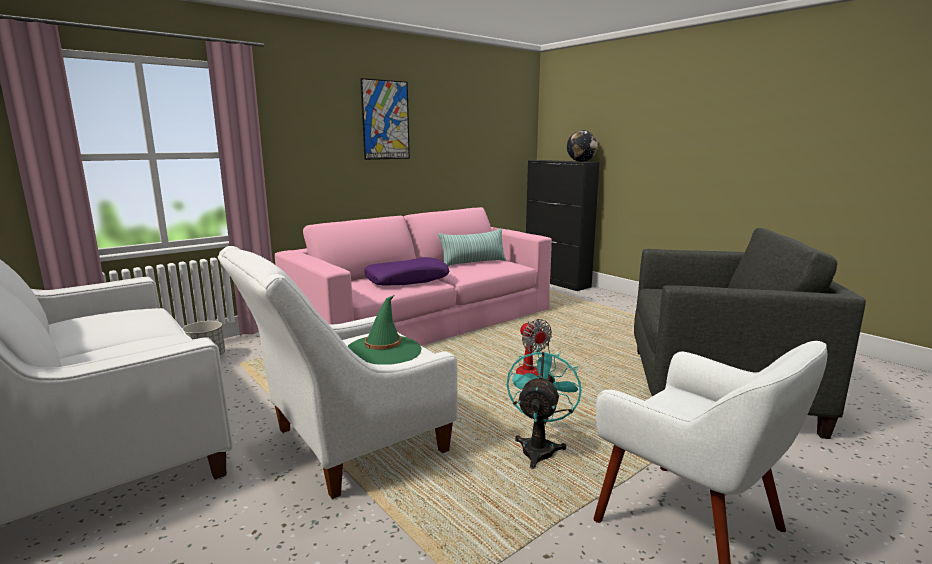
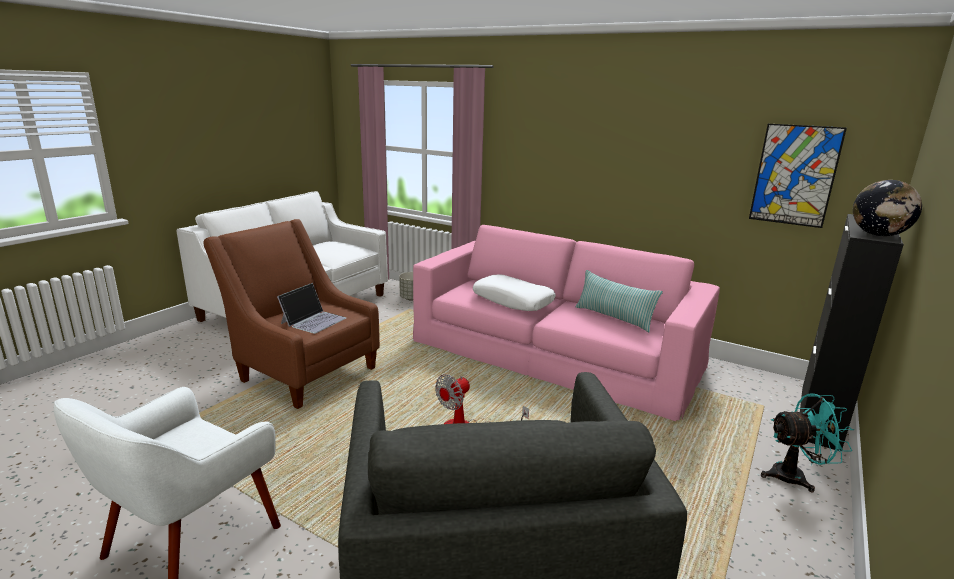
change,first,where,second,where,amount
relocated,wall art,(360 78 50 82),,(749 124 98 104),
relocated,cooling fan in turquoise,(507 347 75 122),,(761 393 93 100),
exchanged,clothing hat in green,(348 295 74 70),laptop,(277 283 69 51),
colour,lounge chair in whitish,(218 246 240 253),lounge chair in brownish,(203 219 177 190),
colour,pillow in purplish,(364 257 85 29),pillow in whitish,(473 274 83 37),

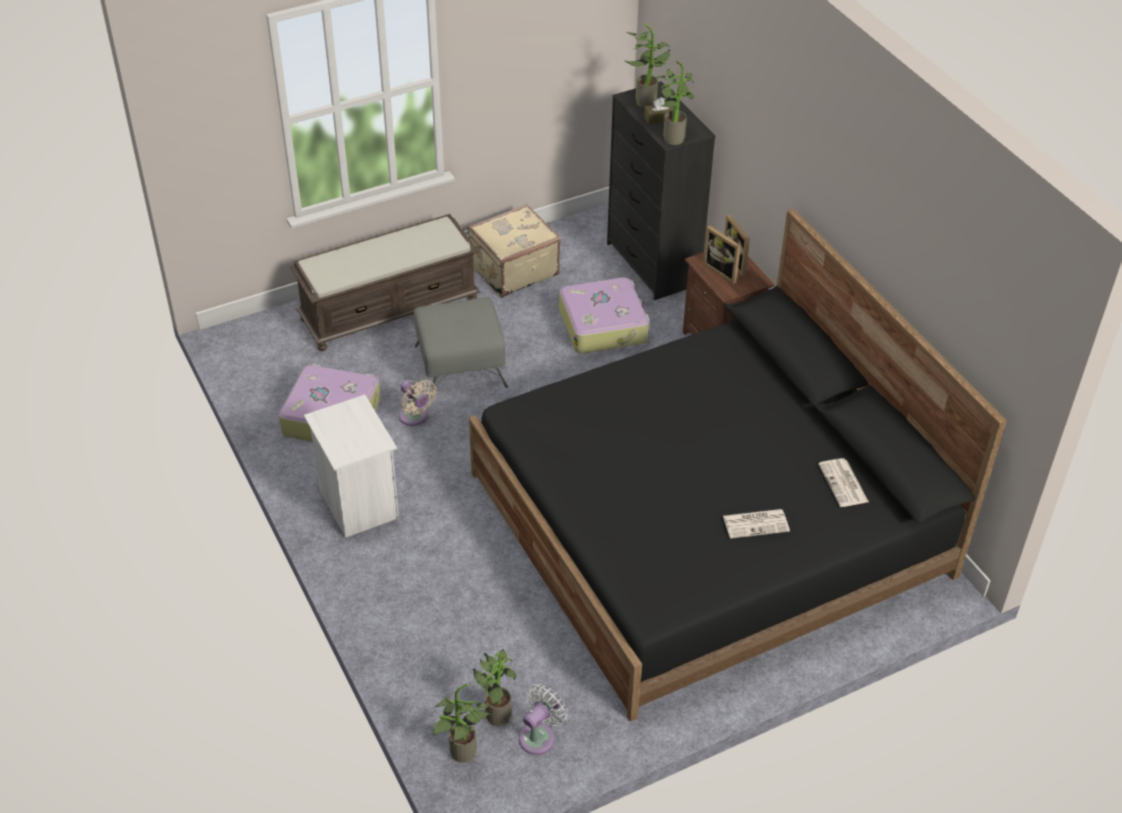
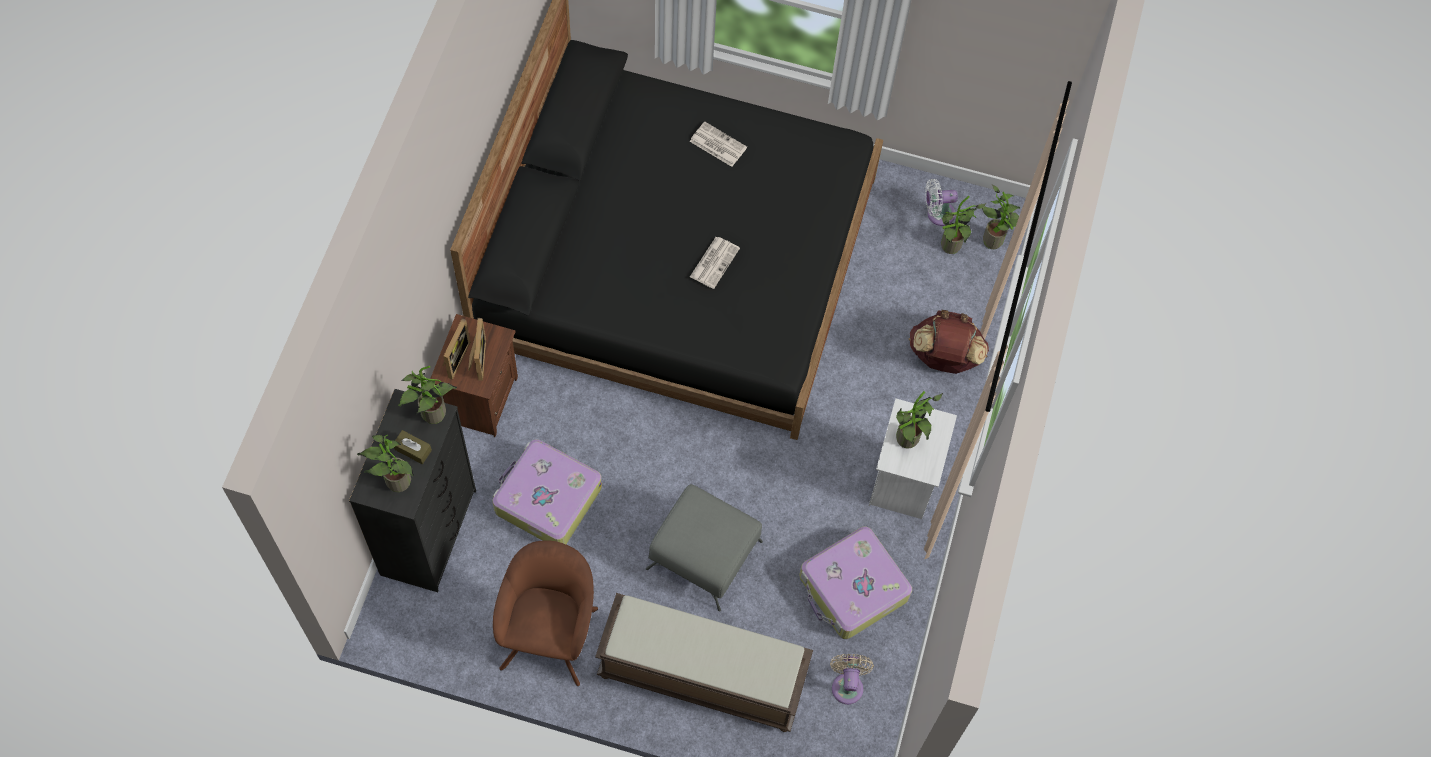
change,first,where,second,where,amount
appeared,,,plant in a pot,(896 391 47 58),
appeared,,,backpack in brownish,(909 310 80 64),
relocated,cooling fan in beige-coloured,(398 380 39 46),,(830 654 44 50),
relocated,daily paper,(818 458 51 49),,(690 237 50 52),
exchanged,piece of luggage in beige-coloured,(468 204 93 93),lounge chair in brownish,(493 540 105 146),

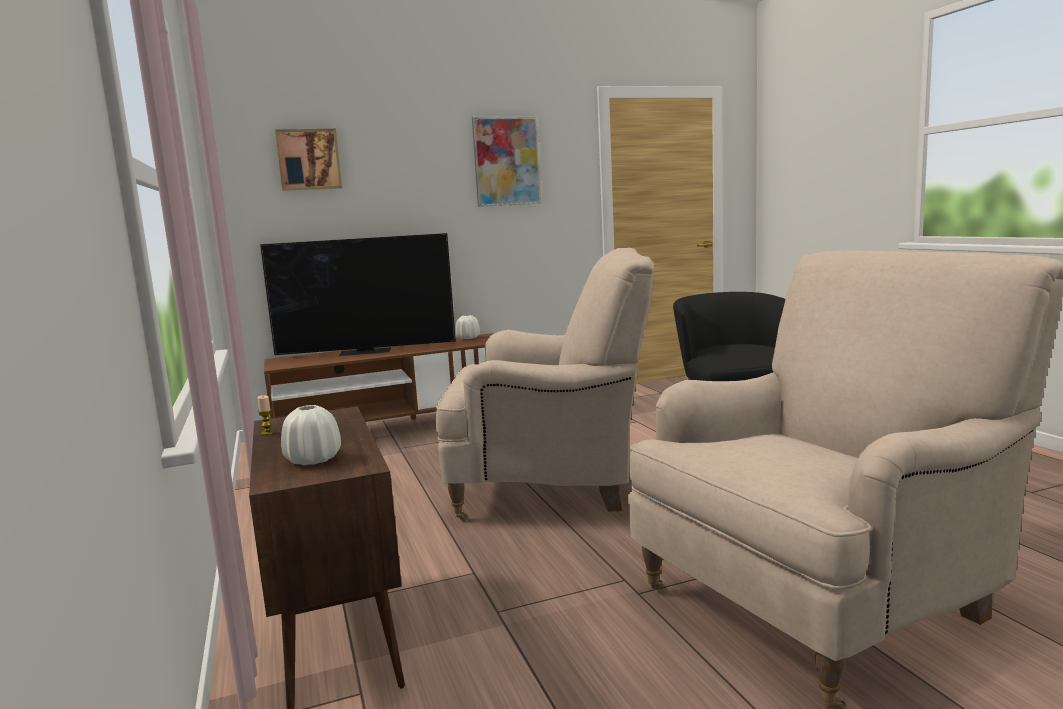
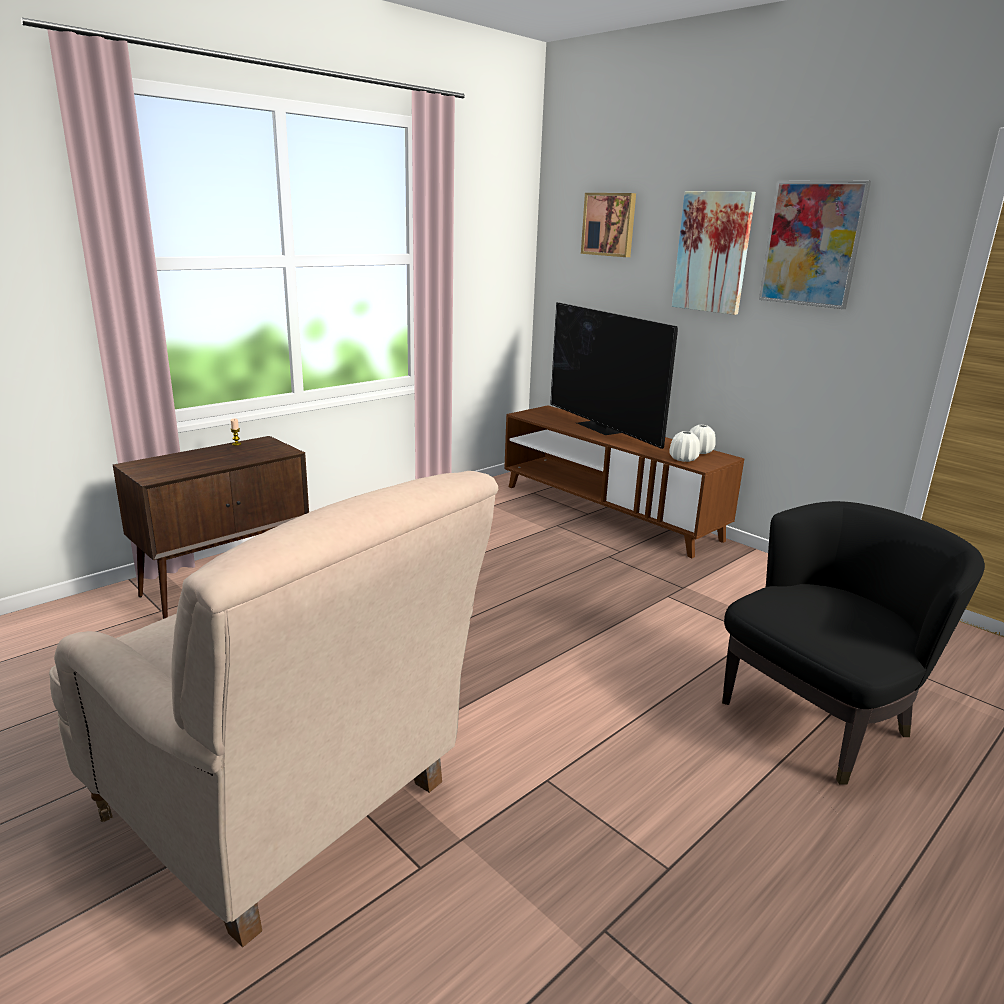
change,first,where,second,where,amount
missing,lounge chair in beige-coloured,(436 248 218 273),,,
appeared,,,wall art,(672 191 84 124),
relocated,decorative vase in whitish,(281 405 60 60),,(669 431 31 31),

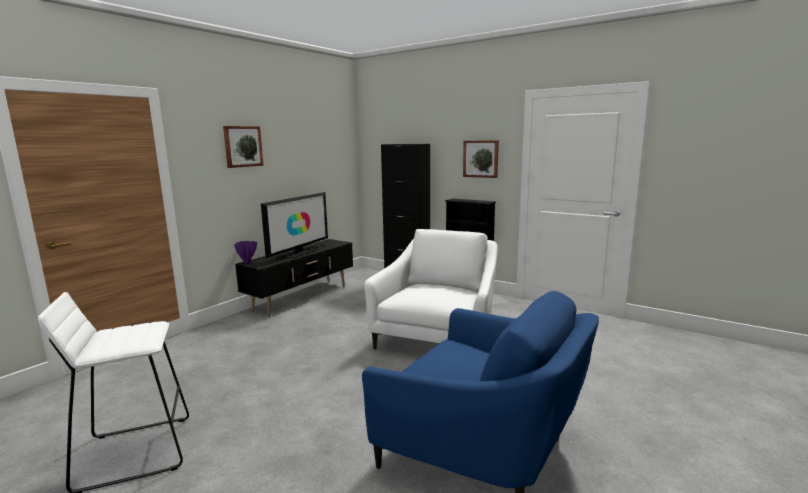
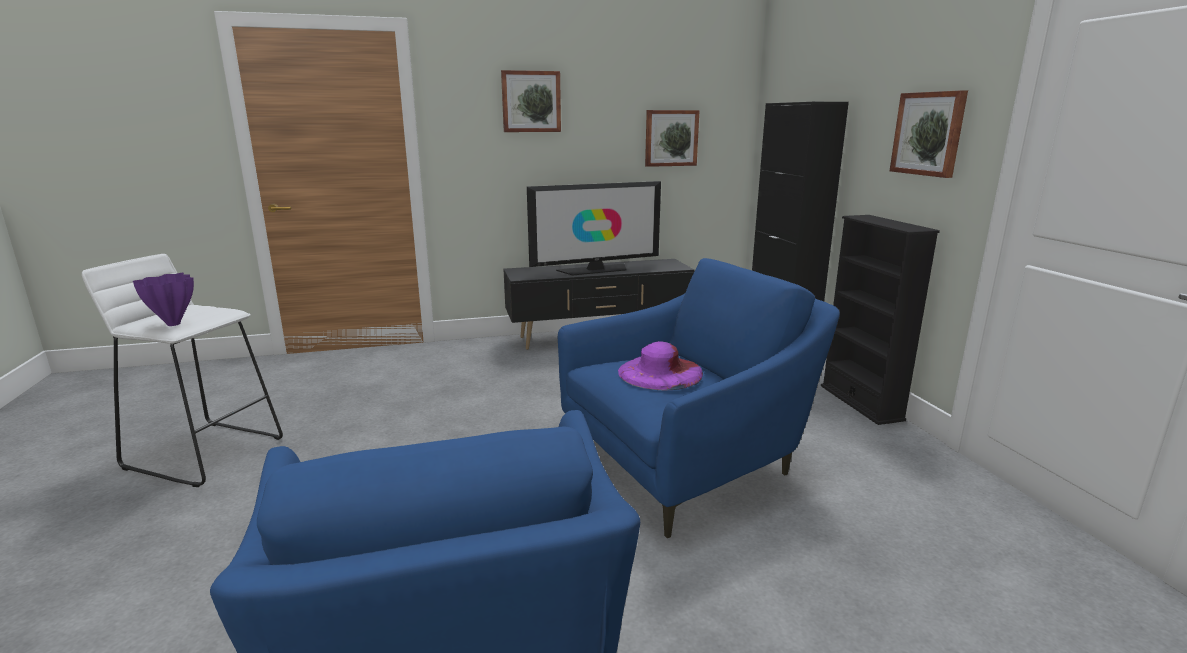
change,first,where,second,where,amount
appeared,,,clothing hat in purplish,(618 341 85 49),
appeared,,,wall art,(645 110 55 57),
relocated,decorative vase in purplish,(234 241 23 22),,(133 273 61 53),
colour,lounge chair in whitish,(364 229 134 121),lounge chair in blue-coloured,(558 258 282 280),

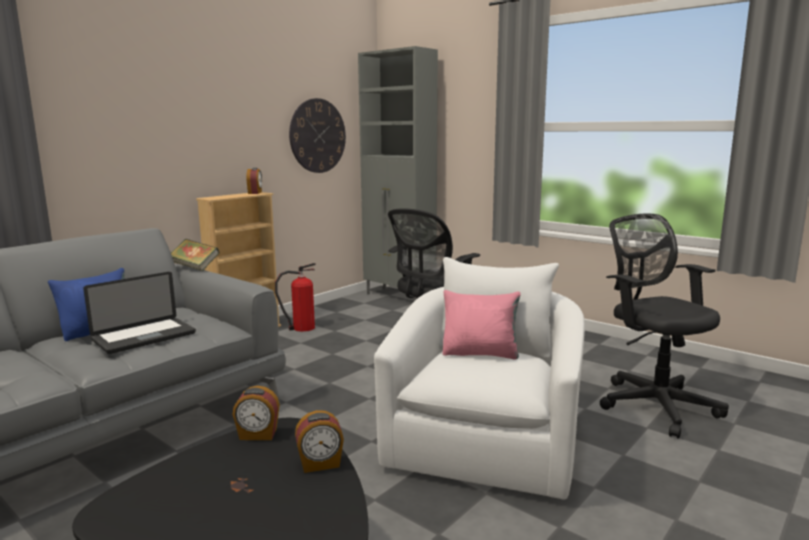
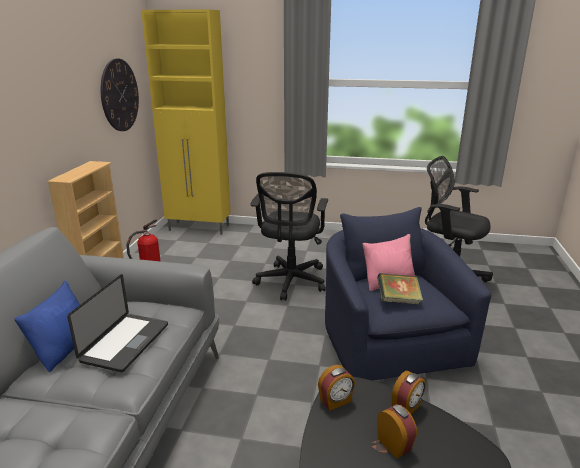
change,first,where,second,where,amount
relocated,bound book,(171 239 49 32),,(377 273 46 32),
relocated,bedside clock,(246 168 16 26),,(377 404 40 55),
colour,cabinet in gray,(358 46 80 255),cabinet in yellow,(141 9 90 226),
colour,lounge chair in whitish,(374 257 211 243),lounge chair in blue-coloured,(325 207 166 174),

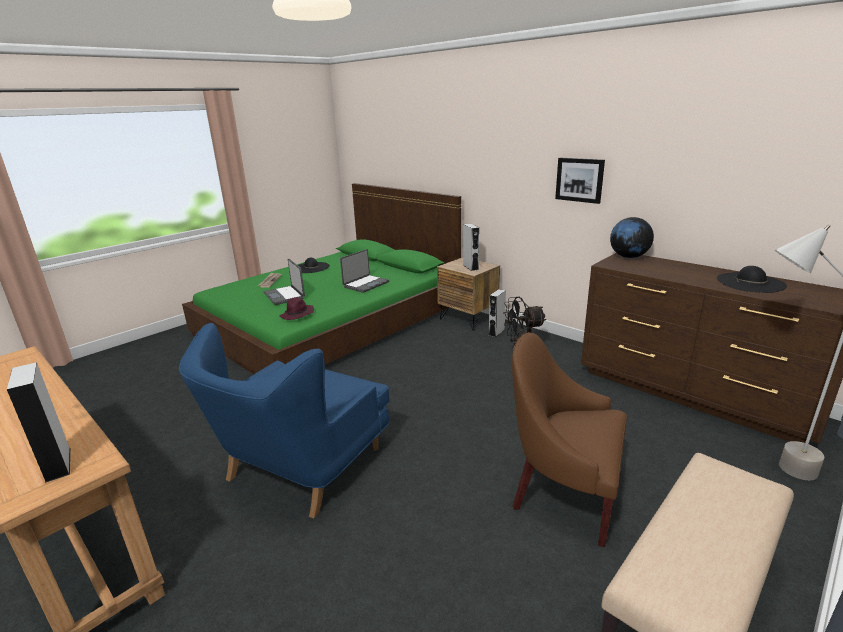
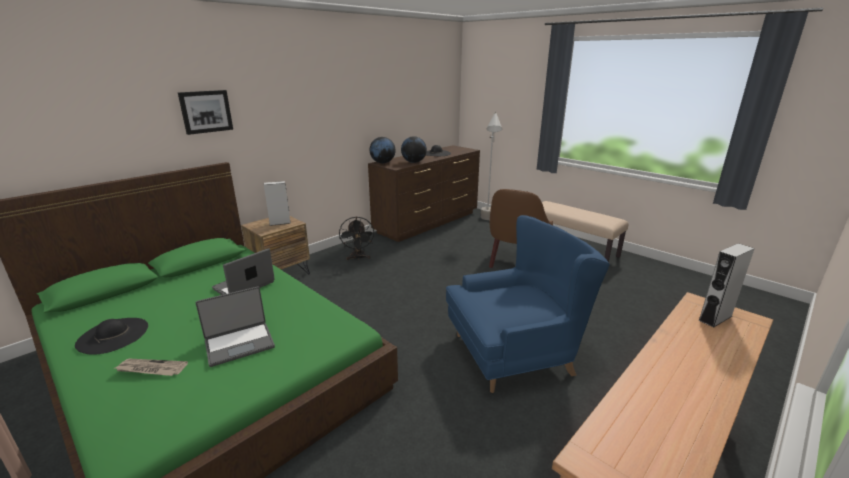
change,first,where,second,where,amount
missing,clothing hat in purplish,(279 297 35 23),,,
missing,speaker in gray,(488 289 18 48),,,
appeared,,,desk globe,(401 136 26 27),
relocated,wall art,(555 158 50 46),,(178 90 55 45),
spun,lounge chair in blue-coloured,(179 323 210 196),,(446 215 164 178),45 degrees counterclockwise
spun,laptop,(340 249 49 44),,(212 248 63 47),90 degrees counterclockwise

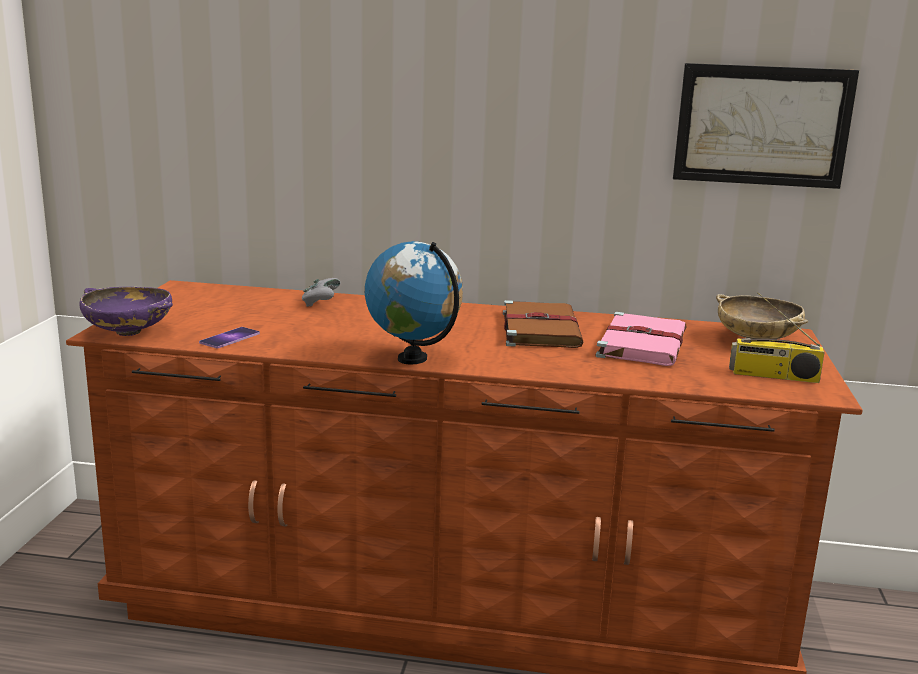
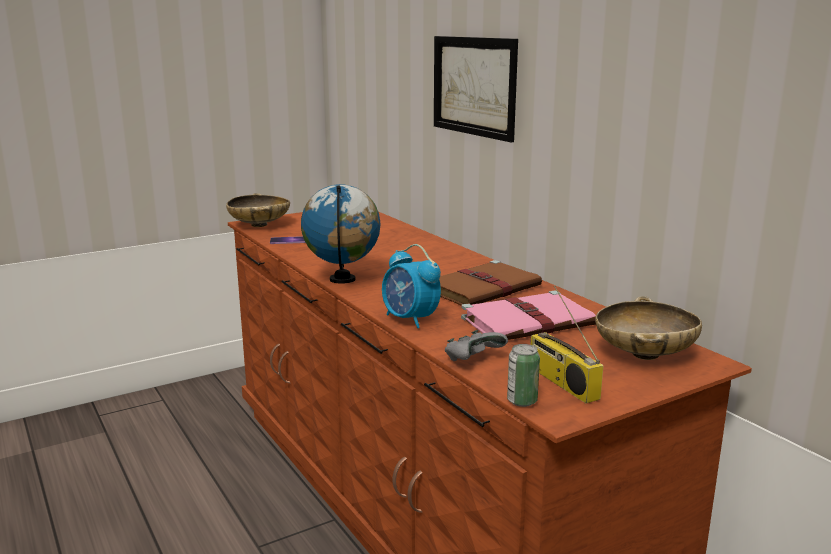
change,first,where,second,where,amount
appeared,,,bedside clock,(382 244 59 84),
appeared,,,sealed can,(507 344 33 63),
relocated,gamepad in gray,(302 278 39 29),,(445 330 63 31),
relocated,wall art,(673 63 186 126),,(434 36 84 106),
colour,deep dish in purplish,(79 287 94 49),deep dish in beige-coloured,(226 193 64 34),

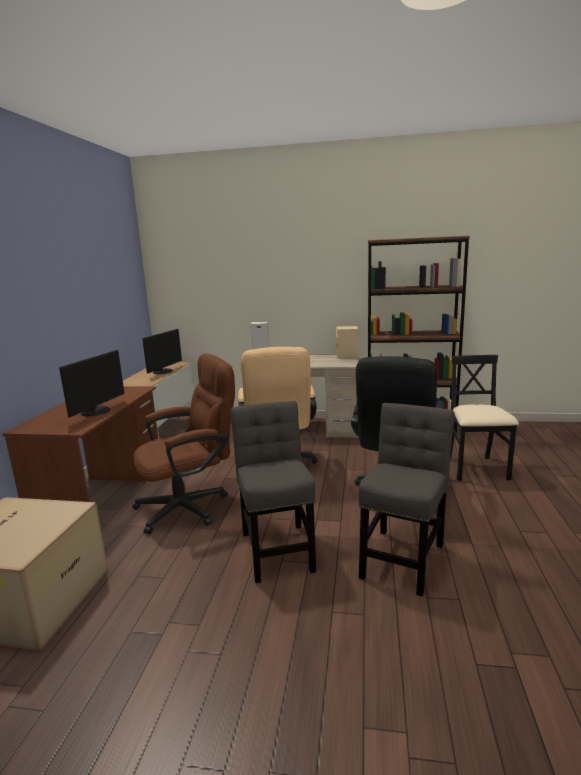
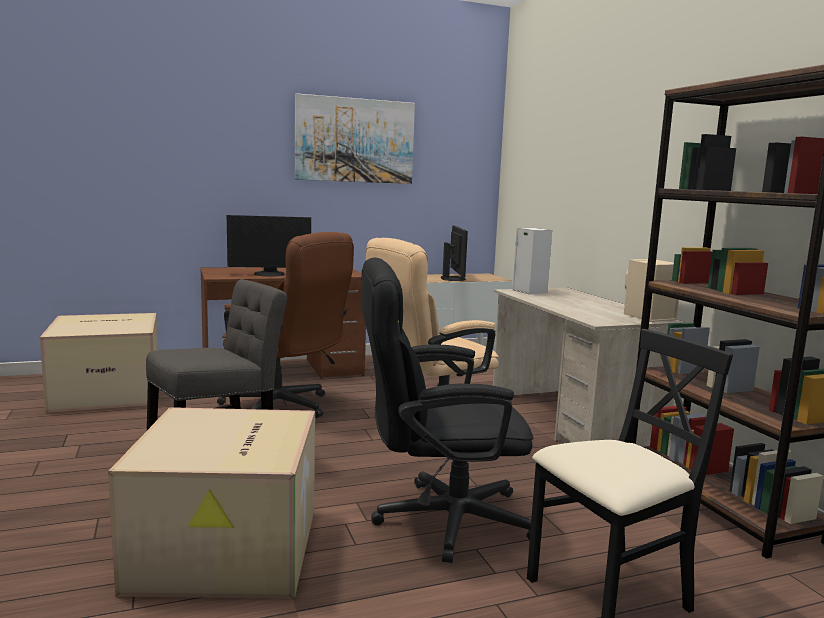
change,first,where,second,where,amount
appeared,,,wall art,(295 93 120 91),
exchanged,chair in gray,(359 403 96 193),cardboard box,(108 407 207 192),
spun,monitor,(142 329 40 45),,(441 225 27 56),90 degrees counterclockwise

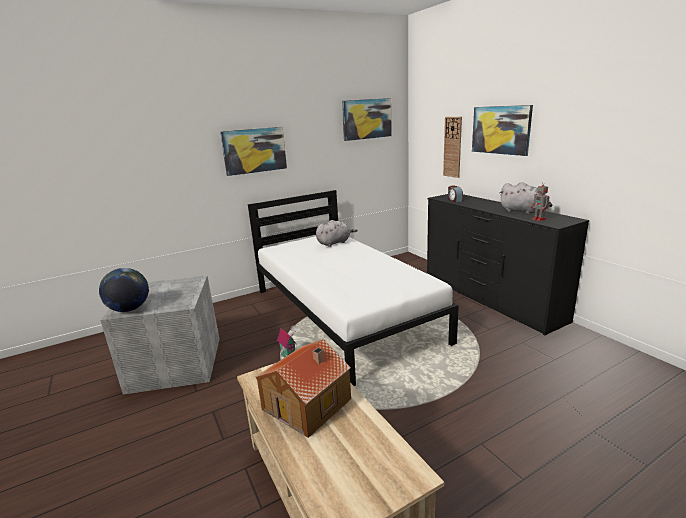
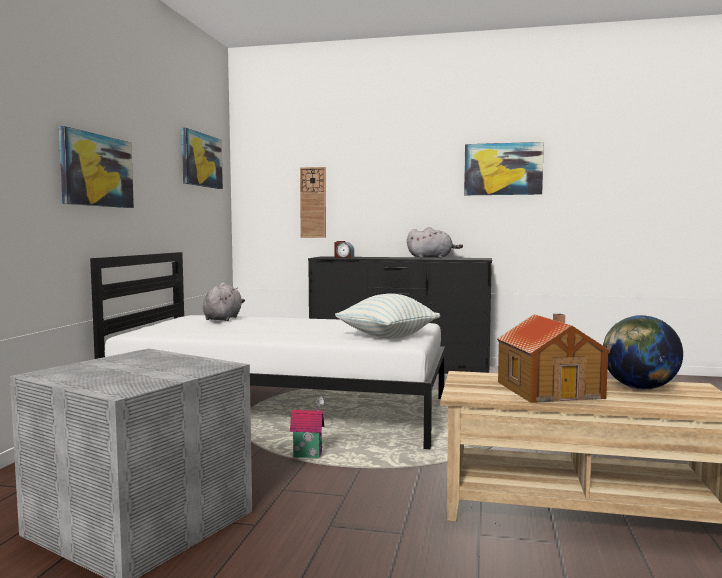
change,first,where,second,where,amount
missing,robot figure,(531 181 20 40),,,
appeared,,,pillow,(335 294 105 45),
relocated,desk globe,(99 268 50 44),,(603 315 80 75),
relocated,wall art,(472 105 61 51),,(464 142 80 53),

